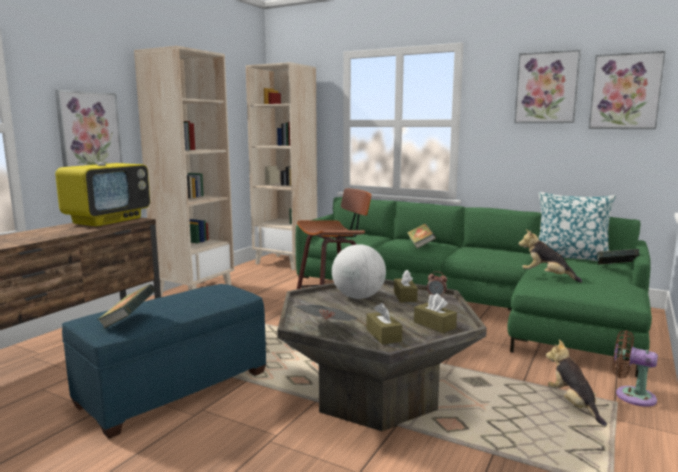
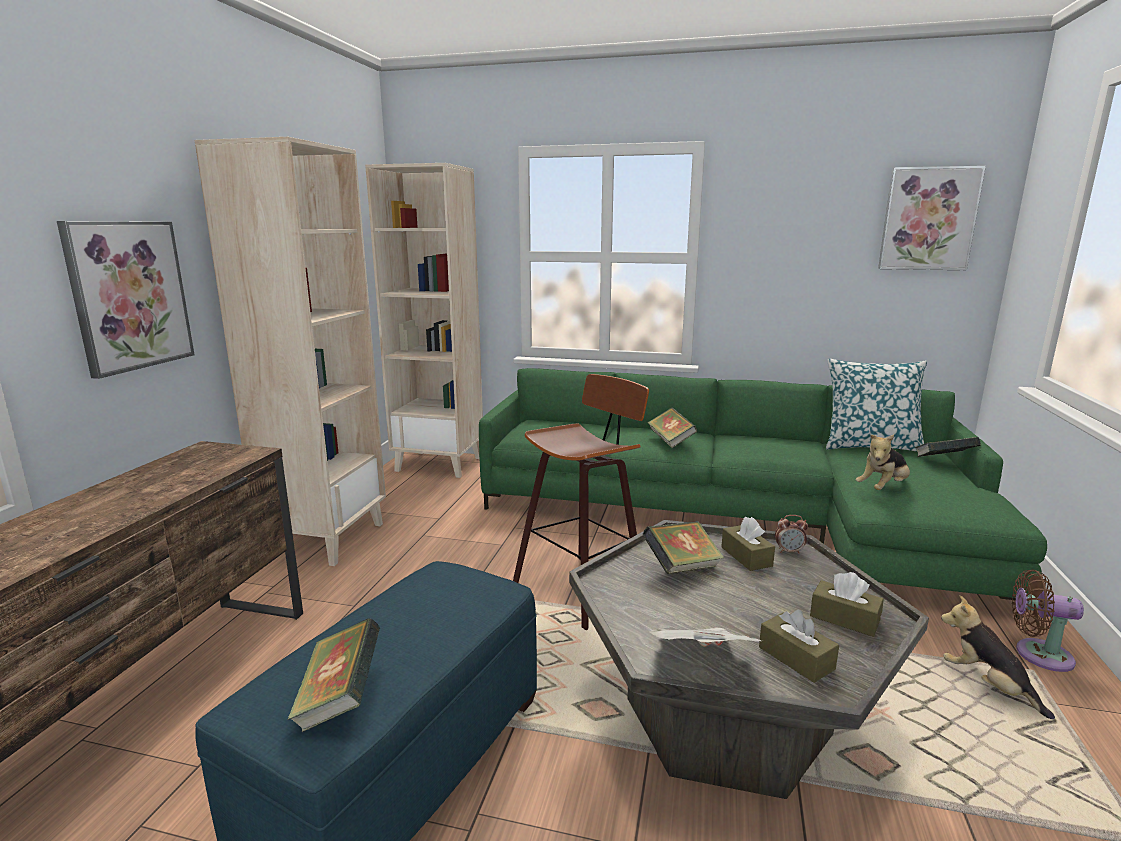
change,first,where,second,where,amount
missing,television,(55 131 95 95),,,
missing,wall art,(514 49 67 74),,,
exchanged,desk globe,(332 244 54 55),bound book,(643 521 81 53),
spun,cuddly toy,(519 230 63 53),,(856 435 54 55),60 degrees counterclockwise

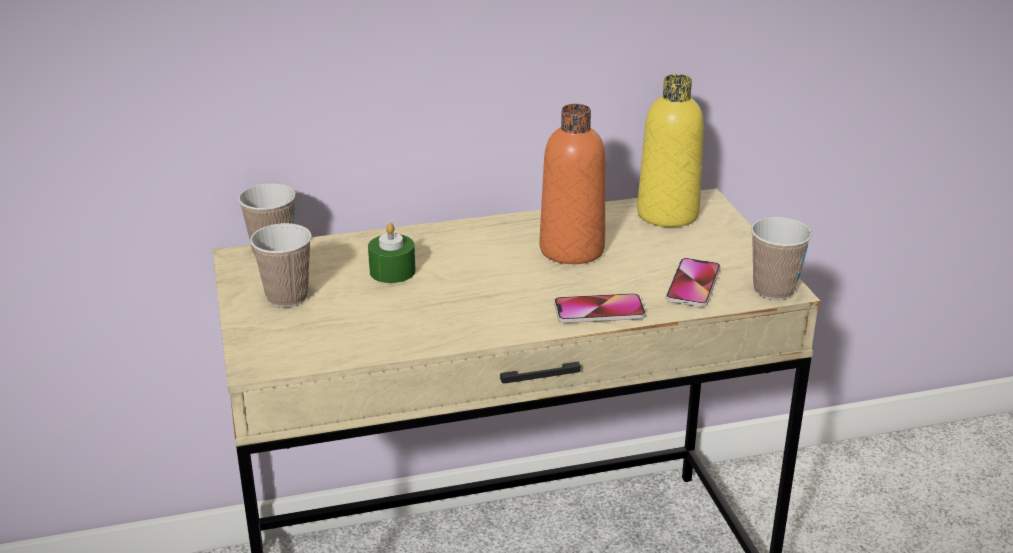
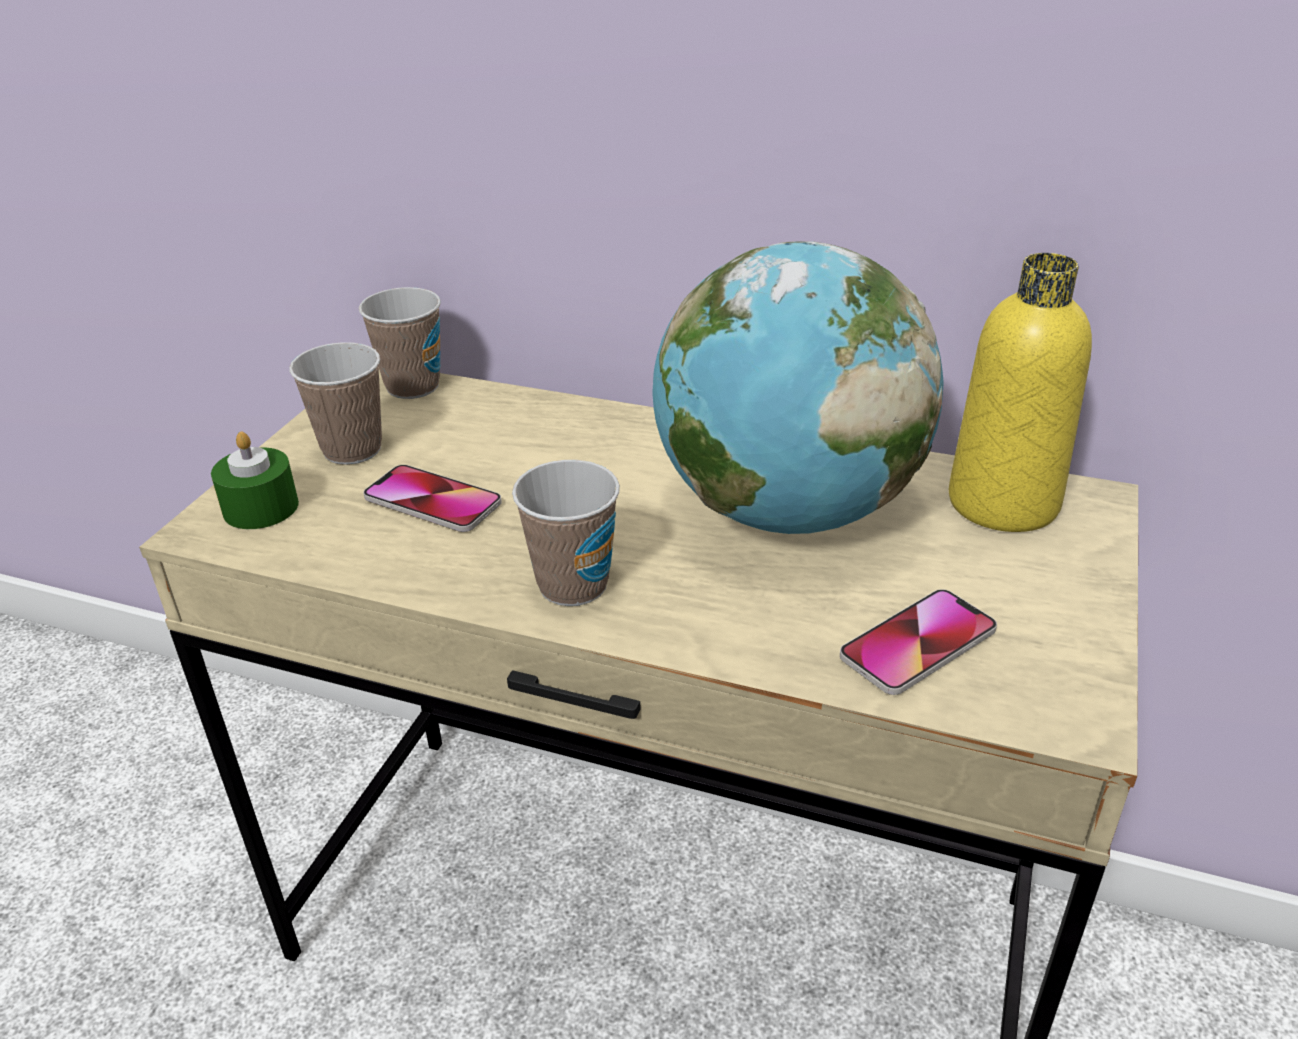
change,first,where,second,where,amount
relocated,wax light in green,(368 222 48 61),,(211 432 88 97),
relocated,handset,(554 293 92 30),,(363 465 139 67),
relocated,small cup,(751 217 61 83),,(512 460 108 146),
exchanged,drink bottle in orangey,(540 104 66 160),desk globe,(652 241 292 293),

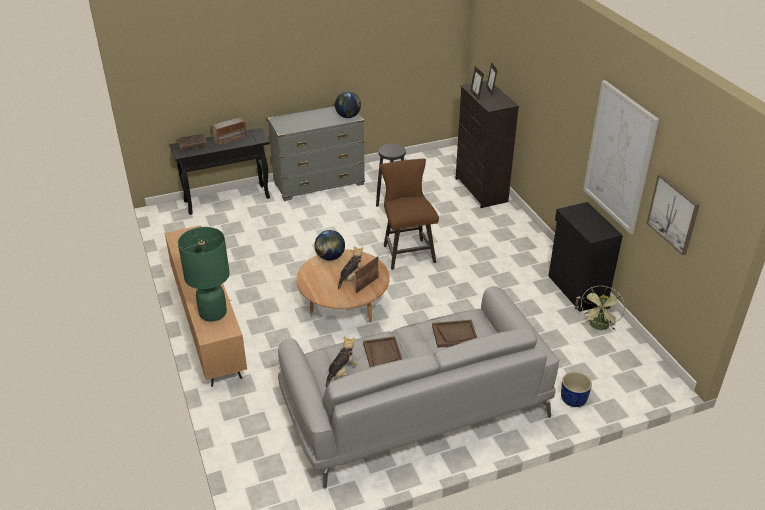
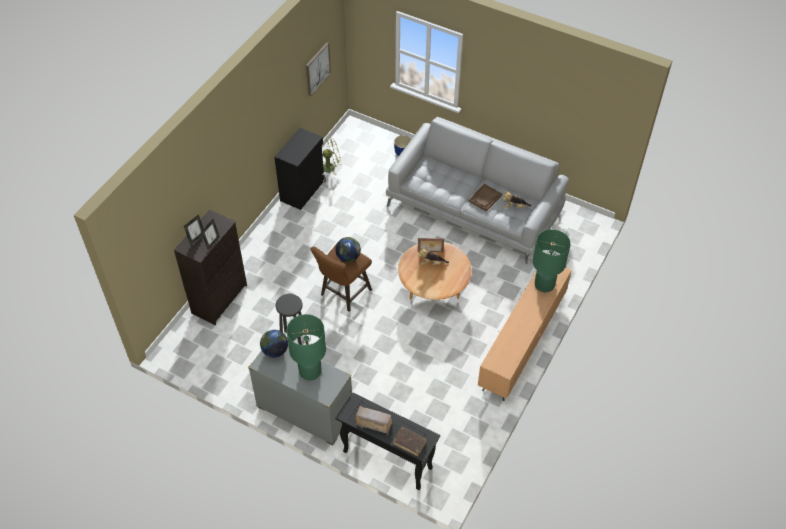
change,first,where,second,where,amount
missing,tray in brownish,(432 320 45 28),,,
missing,wall art,(583 80 76 154),,,
appeared,,,lamp for a table in green,(287 314 39 67),
relocated,desk globe,(315 230 30 31),,(335 237 26 25),

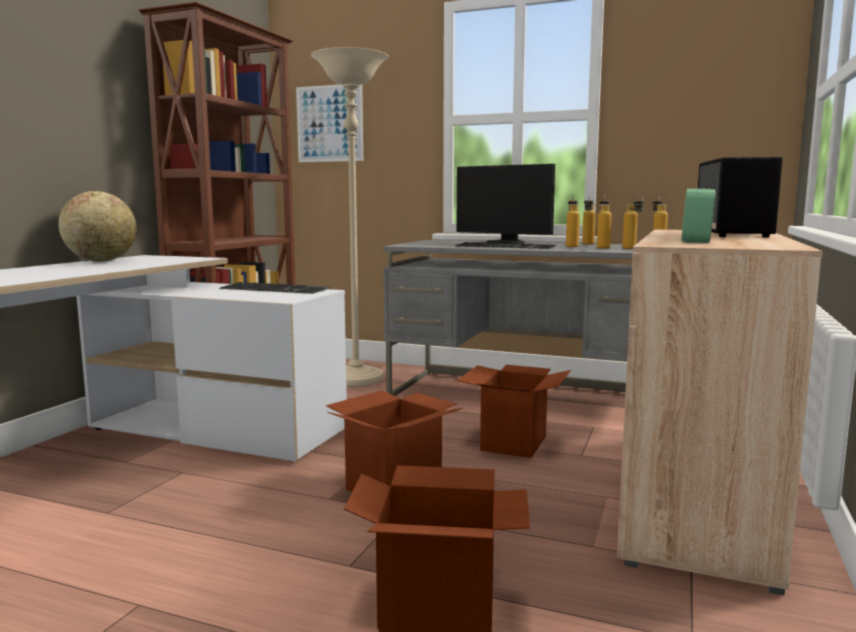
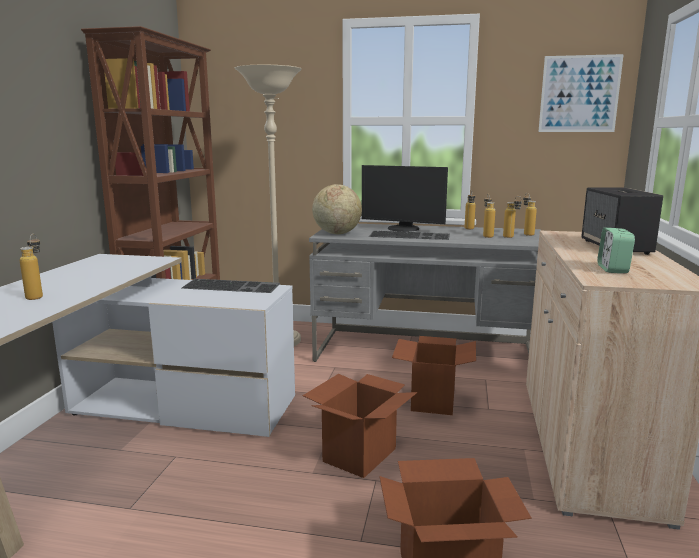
change,first,where,second,where,amount
relocated,desk globe,(59 191 78 71),,(312 184 50 50),
relocated,wall art,(296 84 67 78),,(538 54 86 78),
relocated,drink bottle,(566 195 14 52),,(20 234 23 66),

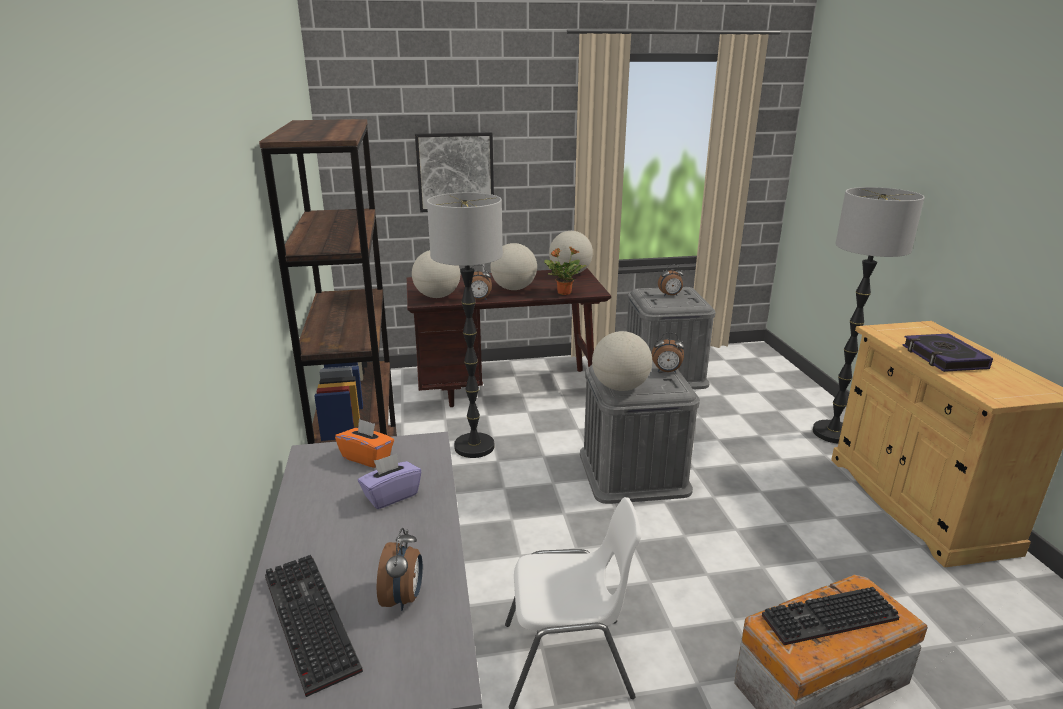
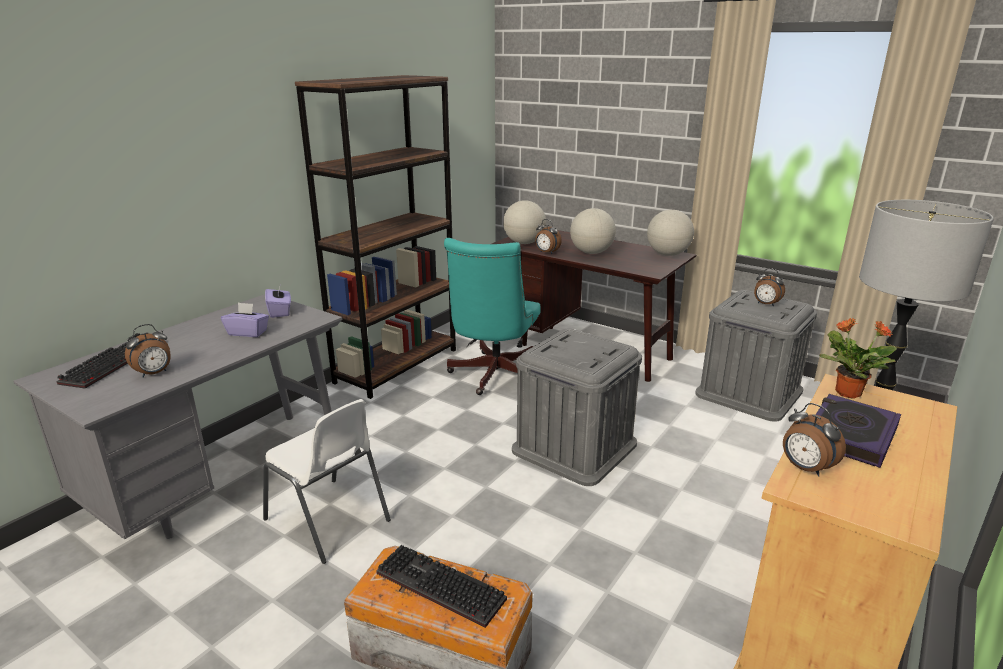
change,first,where,second,where,amount
missing,wall art,(415 132 79 80),,,
missing,desk globe,(592 331 60 60),,,
relocated,plant in a pot,(544 247 42 48),,(820 318 77 81),
relocated,bedside clock,(652 332 32 41),,(783 403 63 73),
exchanged,standard lamp,(427 193 76 265),desk chair in turquoise,(444 238 97 157),
colour,tissue holder in orangey,(335 419 59 49),tissue holder in purplish,(265 283 26 35),

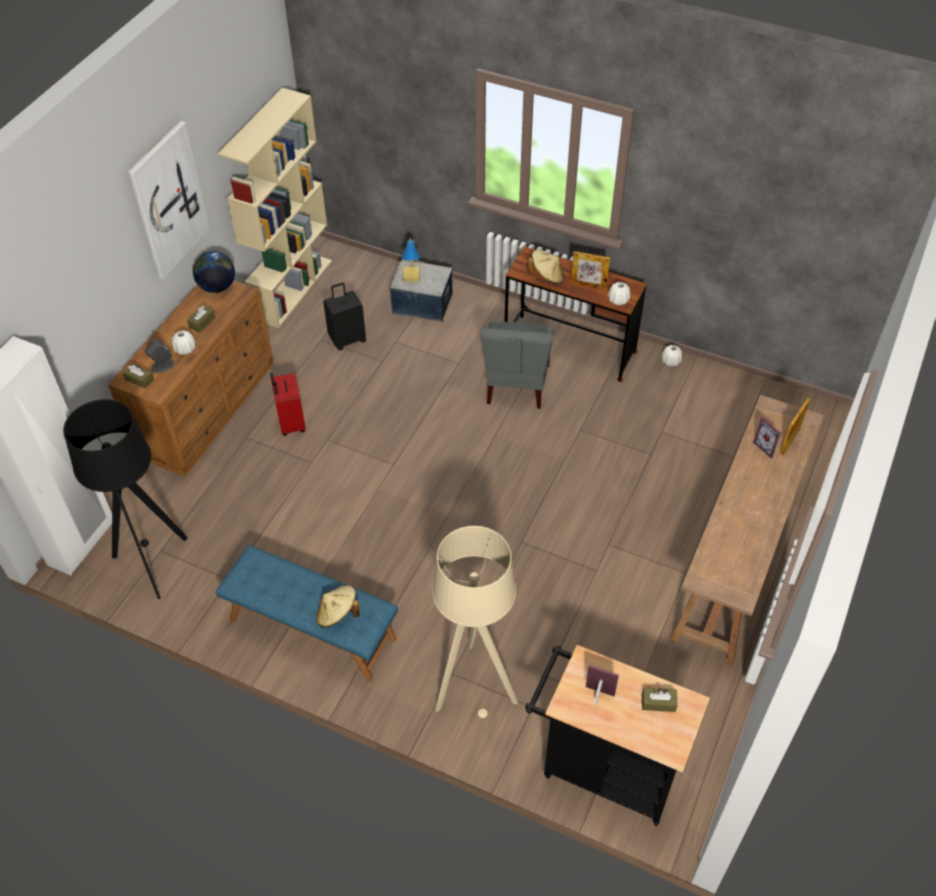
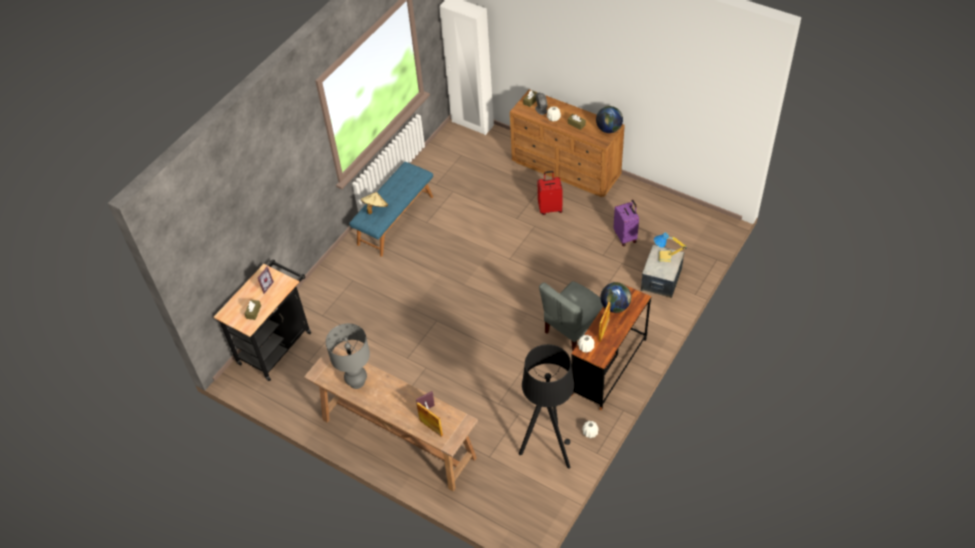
change,first,where,second,where,amount
missing,wall art,(128 121 82 158),,,
missing,shelving unit in beige-coloured,(218 88 114 240),,,
missing,standard lamp in beige-coloured,(432 526 86 192),,,
appeared,,,lamp for a table in gray,(326 323 44 66),
relocated,standard lamp in black,(63 399 125 200),,(519 344 55 125),
exchanged,clothing hat in beige-coloured,(527 250 37 34),desk globe,(601 282 30 31),
colour,piece of luggage in black,(323 283 43 67),piece of luggage in purplish,(614 200 25 46),
spun,chair in gray,(481 322 72 87),,(539 281 64 71),60 degrees counterclockwise

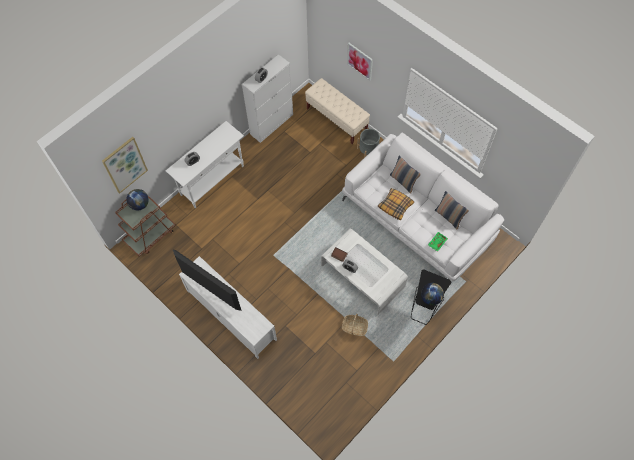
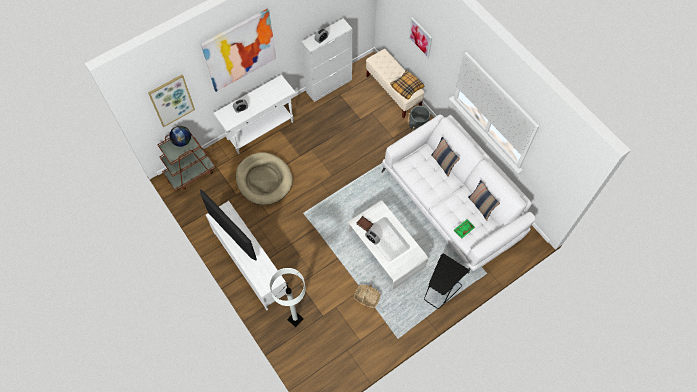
change,first,where,second,where,amount
missing,desk globe,(421 283 23 23),,,
appeared,,,wall art,(201 9 75 83),
appeared,,,pet bed in beige-coloured,(236 152 57 53),
appeared,,,standard lamp in whitish,(270 268 36 59),
relocated,pillow,(378 188 36 32),,(390 71 34 29),

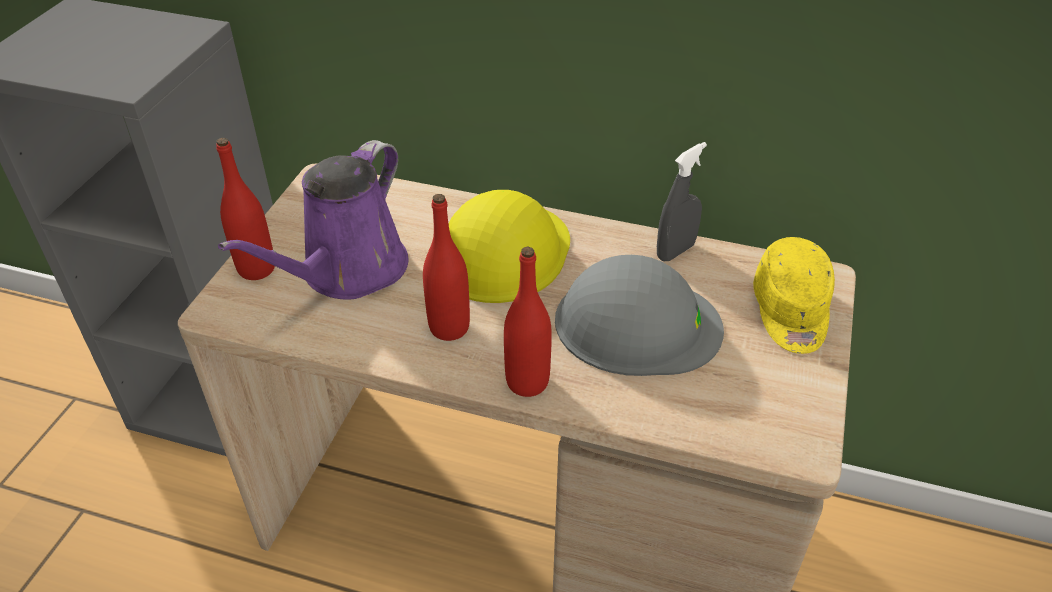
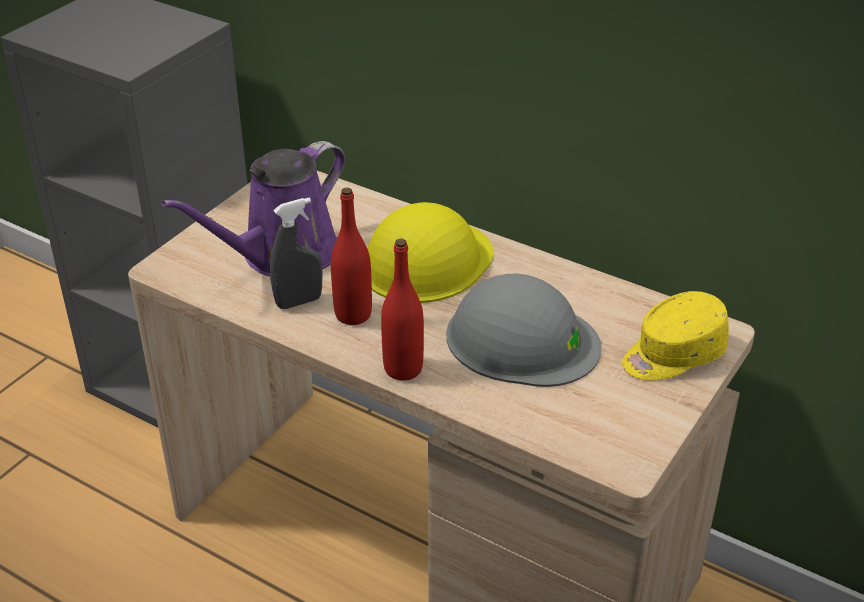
change,first,where,second,where,amount
missing,drink bottle in reddish,(216 138 59 142),,,
relocated,spray bottle in gray,(657 142 50 119),,(270 197 52 112),
spun,peaked cap in yellow,(753 237 82 117),,(622 291 107 90),45 degrees clockwise

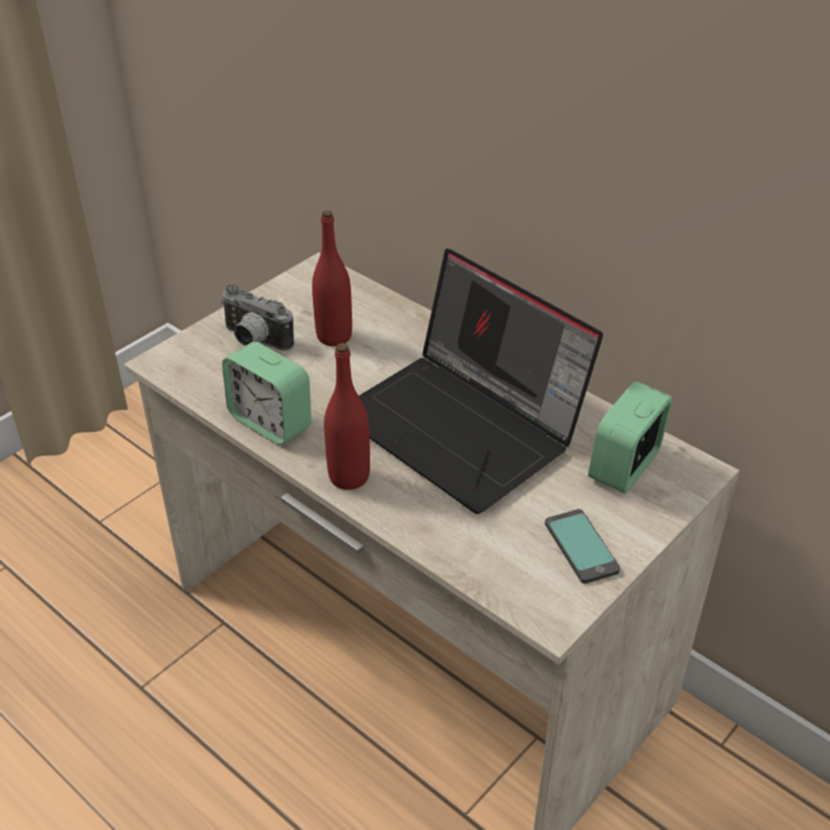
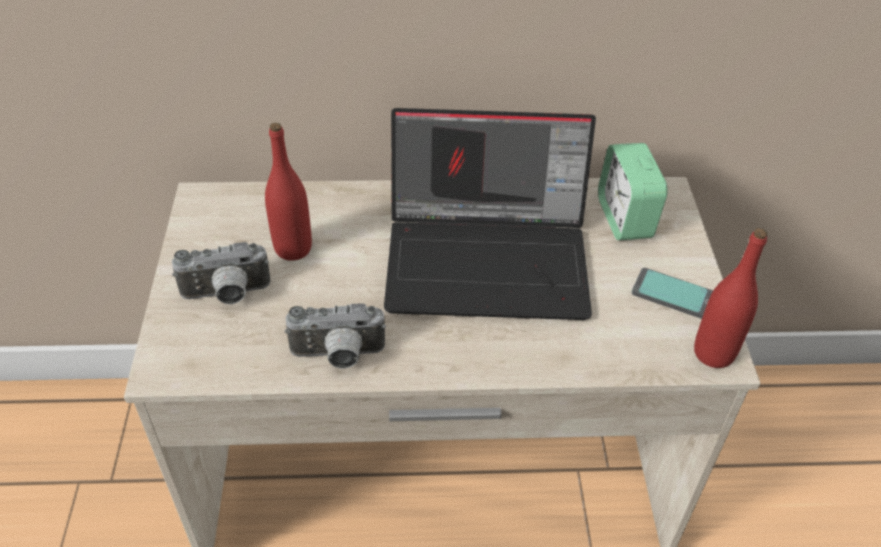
change,first,where,second,where,amount
relocated,drink bottle in reddish,(324 343 46 147),,(694 228 73 140),
exchanged,bedside clock,(222 342 89 103),still camera,(284 303 102 66),

